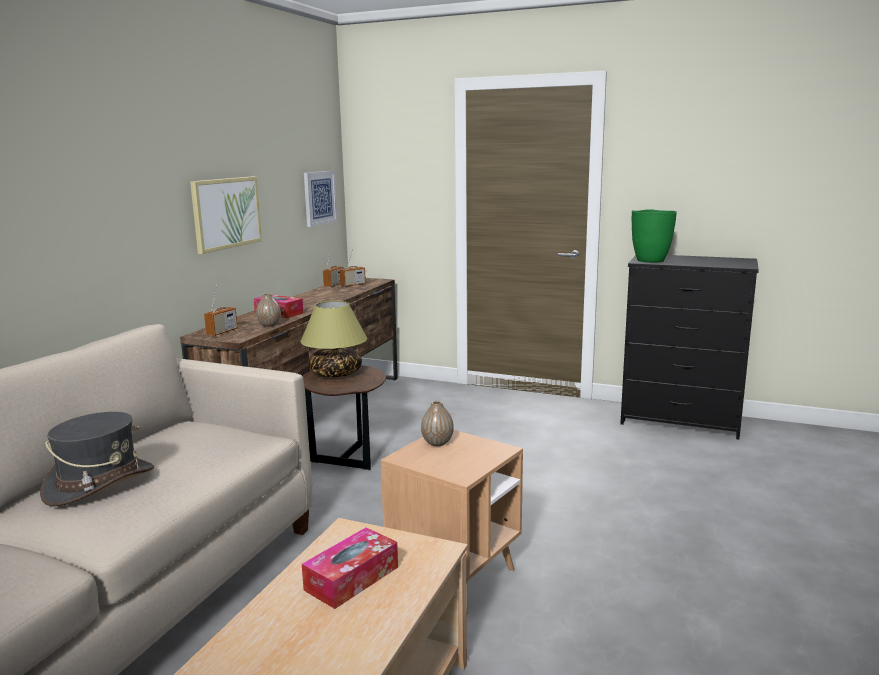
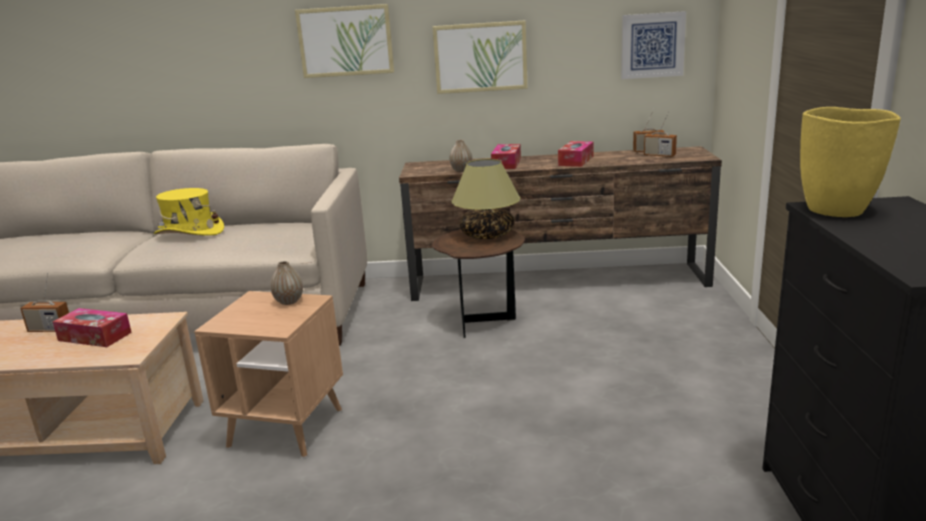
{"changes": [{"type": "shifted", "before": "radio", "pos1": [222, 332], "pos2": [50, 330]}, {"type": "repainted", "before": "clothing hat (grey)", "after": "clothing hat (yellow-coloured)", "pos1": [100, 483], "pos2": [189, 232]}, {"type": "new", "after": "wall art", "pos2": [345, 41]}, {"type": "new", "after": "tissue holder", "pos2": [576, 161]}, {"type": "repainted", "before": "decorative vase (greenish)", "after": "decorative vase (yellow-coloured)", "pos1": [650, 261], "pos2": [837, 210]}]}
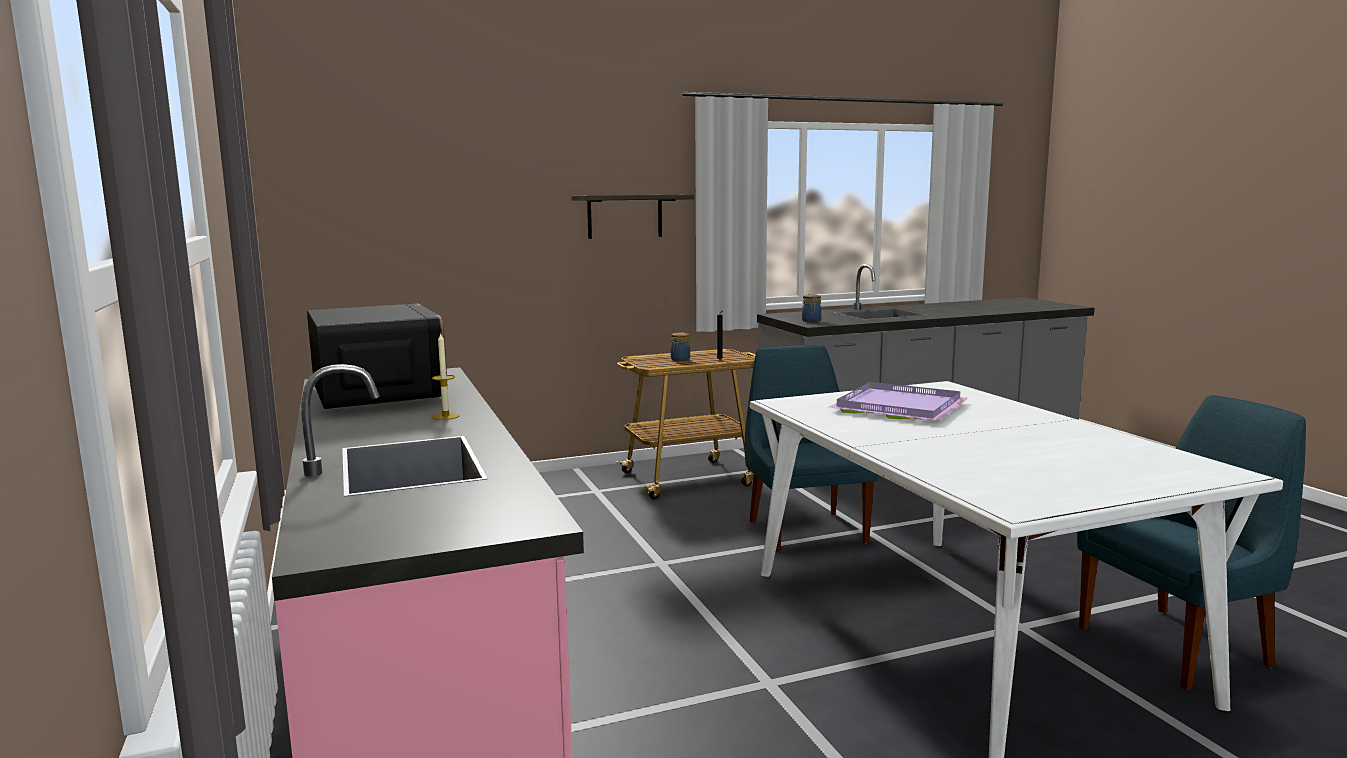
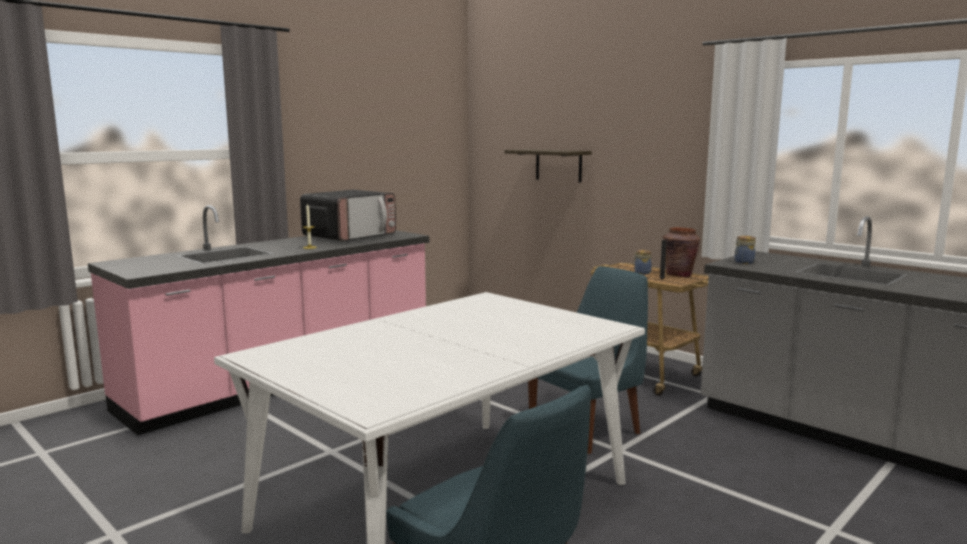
{"changes": [{"type": "shifted", "before": "bracket shelf", "pos1": [625, 216], "pos2": [558, 165]}, {"type": "new", "after": "decorative vase (brown)", "pos2": [679, 275]}, {"type": "gone", "before": "serving tray (purple)", "pos1": [901, 407]}]}
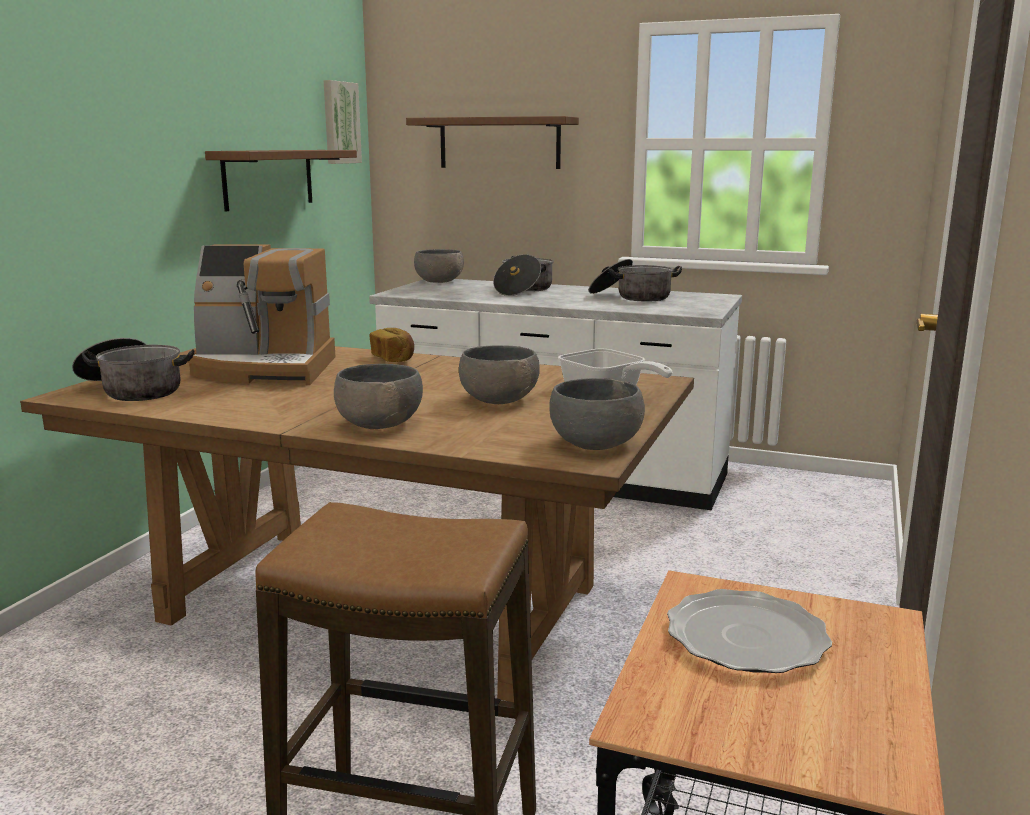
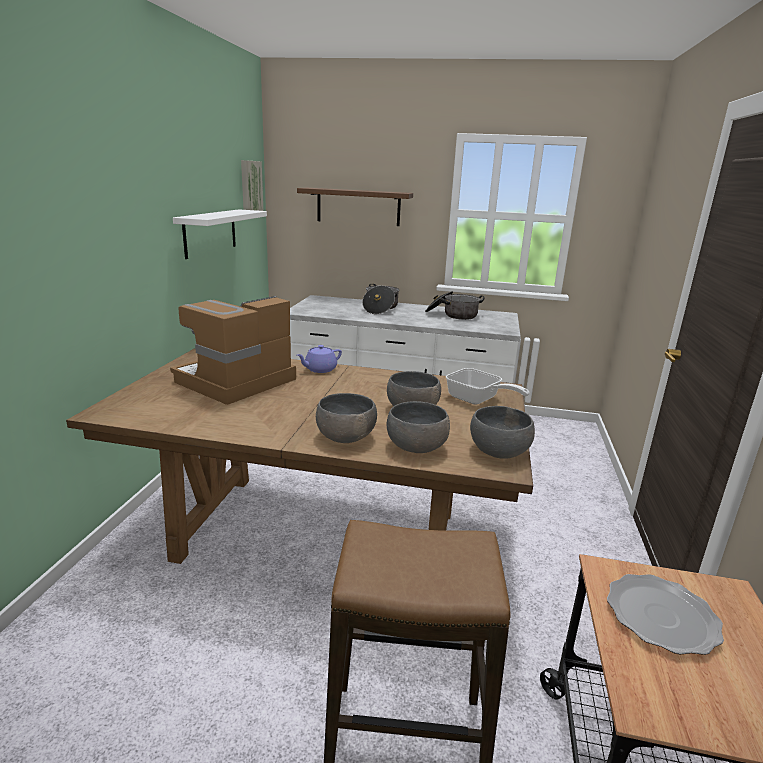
{"changes": [{"type": "rotated", "before": "coffee maker", "pos1": [264, 369], "pos2": [235, 381], "turn": 135}, {"type": "repainted", "before": "bracket shelf (brown)", "after": "bracket shelf (white)", "pos1": [268, 178], "pos2": [210, 232]}, {"type": "swapped", "before": "baked bread", "after": "teapot (purple)", "pos1": [393, 359], "pos2": [319, 369]}, {"type": "shifted", "before": "deep dish (grey)", "pos1": [439, 281], "pos2": [416, 446]}, {"type": "gone", "before": "stockpot", "pos1": [133, 390]}]}
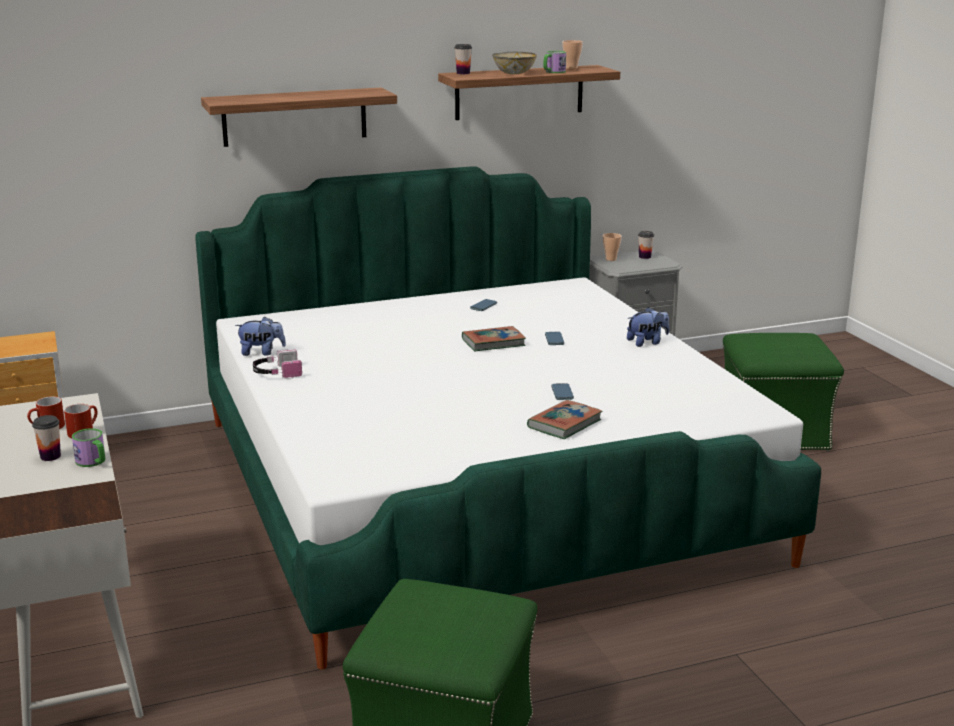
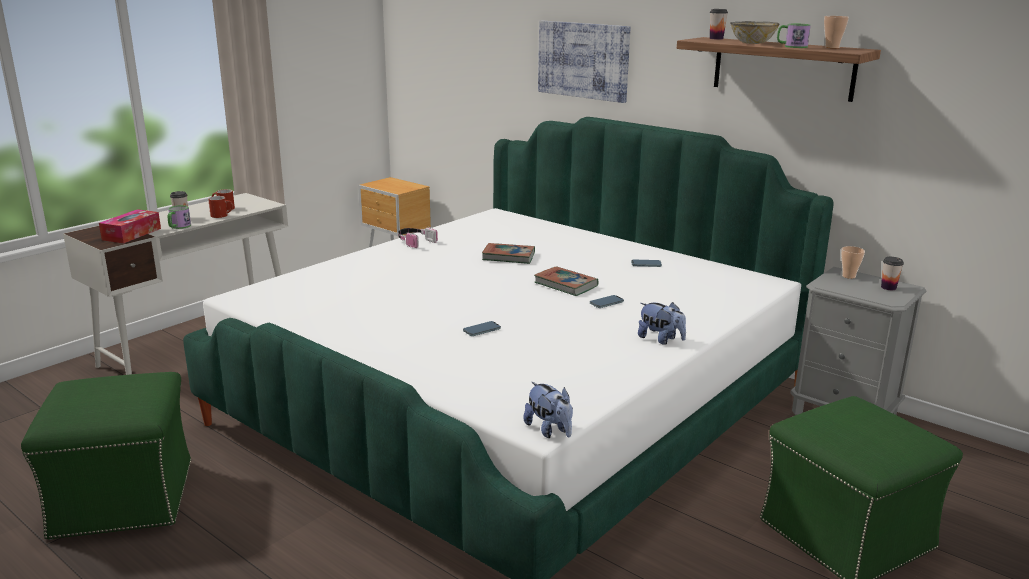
{"changes": [{"type": "new", "after": "tissue holder", "pos2": [132, 234]}, {"type": "shifted", "before": "bound book", "pos1": [564, 424], "pos2": [508, 257]}, {"type": "shifted", "before": "soft toy", "pos1": [261, 352], "pos2": [549, 430]}, {"type": "swapped", "before": "bracket shelf", "after": "wall art", "pos1": [294, 117], "pos2": [583, 60]}]}
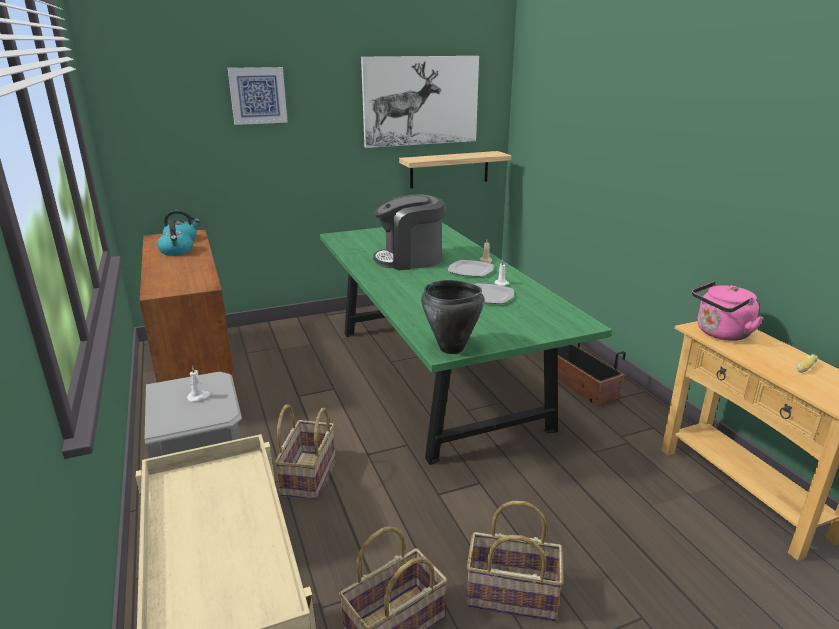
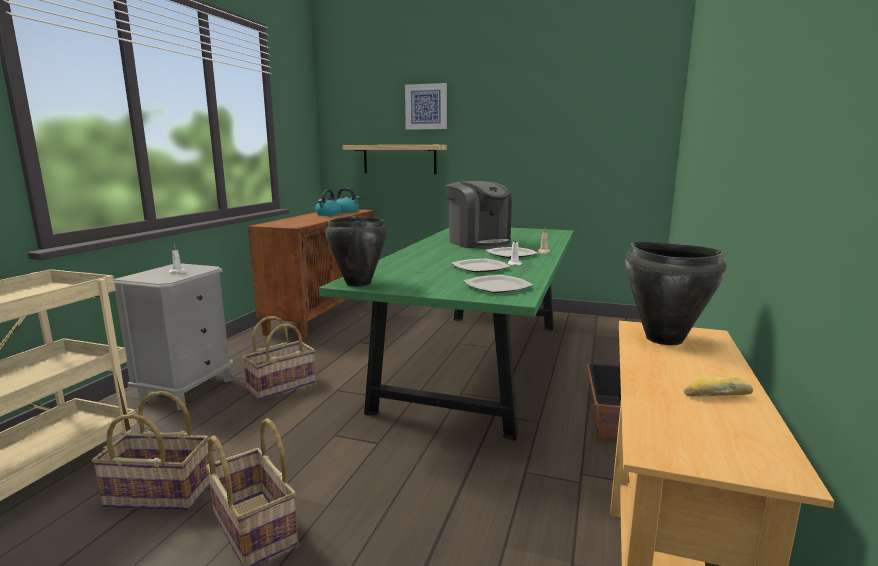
{"changes": [{"type": "shifted", "before": "bracket shelf", "pos1": [449, 169], "pos2": [399, 159]}, {"type": "rotated", "before": "coffee maker", "pos1": [410, 260], "pos2": [478, 243], "turn": -150}, {"type": "new", "after": "plate", "pos2": [498, 286]}, {"type": "swapped", "before": "kettle (pink)", "after": "stockpot (blackish)", "pos1": [720, 334], "pos2": [663, 339]}, {"type": "gone", "before": "wall art", "pos1": [421, 101]}]}
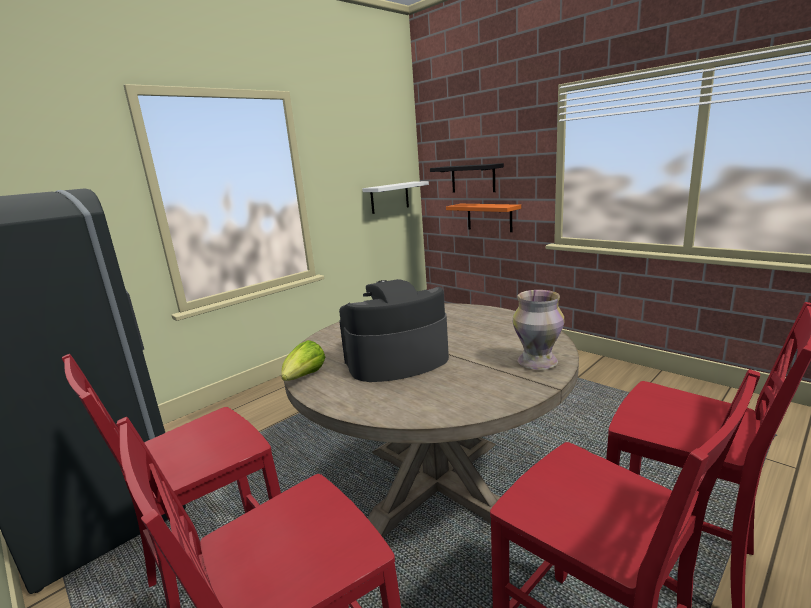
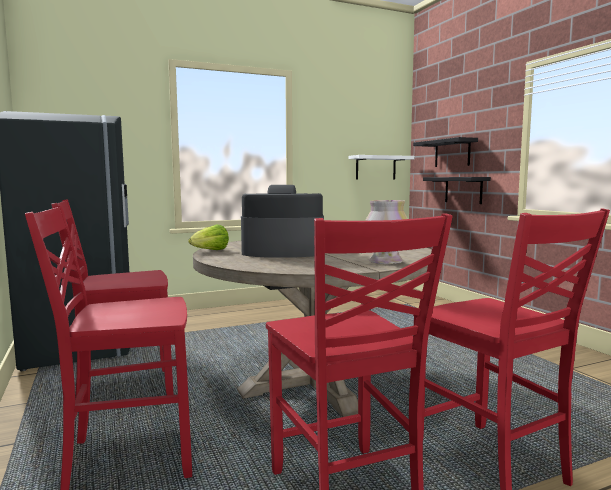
{"changes": [{"type": "repainted", "before": "bracket shelf (orange)", "after": "bracket shelf (blackish)", "pos1": [489, 217], "pos2": [463, 190]}]}
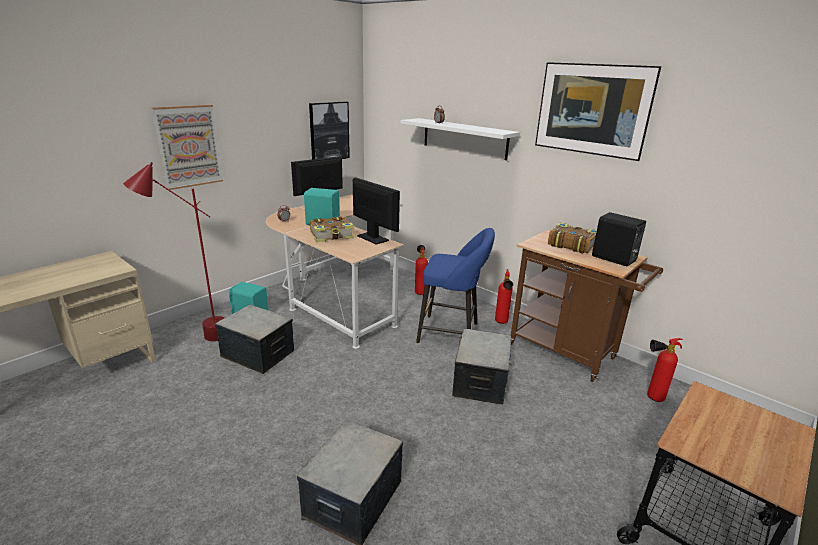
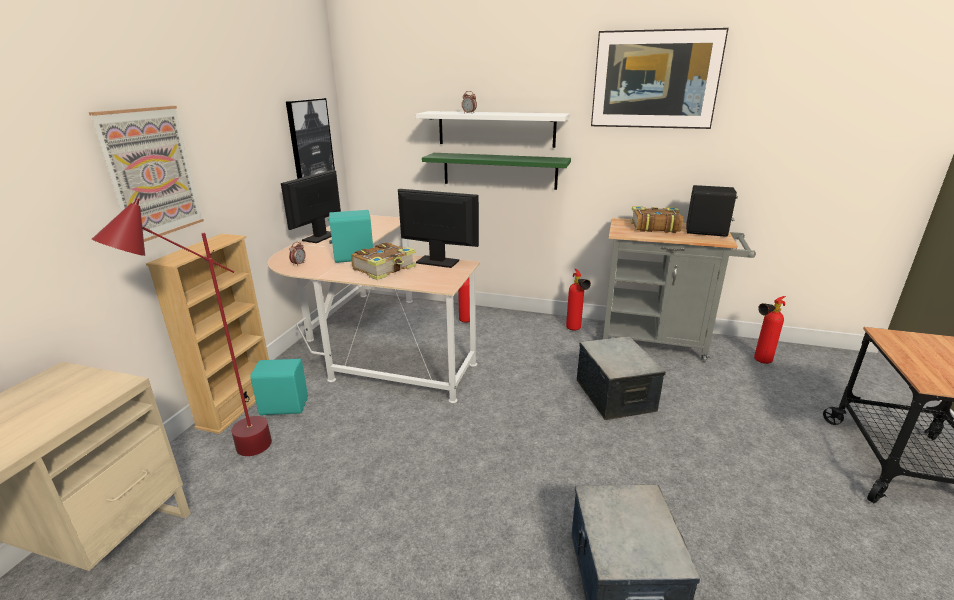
{"changes": [{"type": "new", "after": "bookcase (beige)", "pos2": [238, 405]}, {"type": "new", "after": "bracket shelf (greenish)", "pos2": [499, 170]}, {"type": "repainted", "before": "trolley (brown)", "after": "trolley (grey)", "pos1": [568, 353], "pos2": [659, 342]}, {"type": "gone", "before": "storage container", "pos1": [258, 353]}, {"type": "gone", "before": "stool seat (bluish)", "pos1": [452, 334]}]}
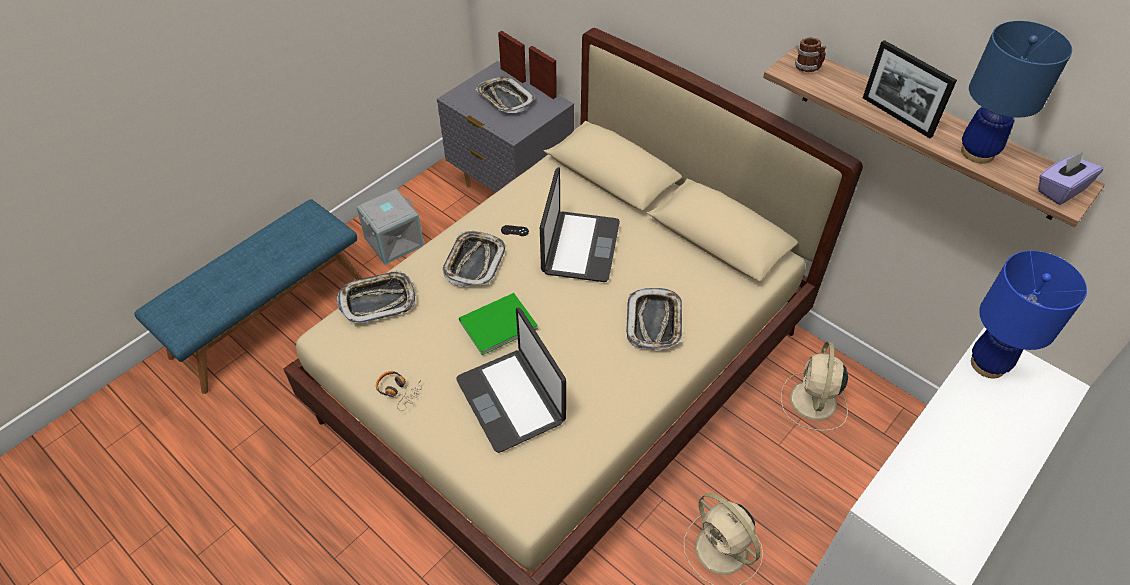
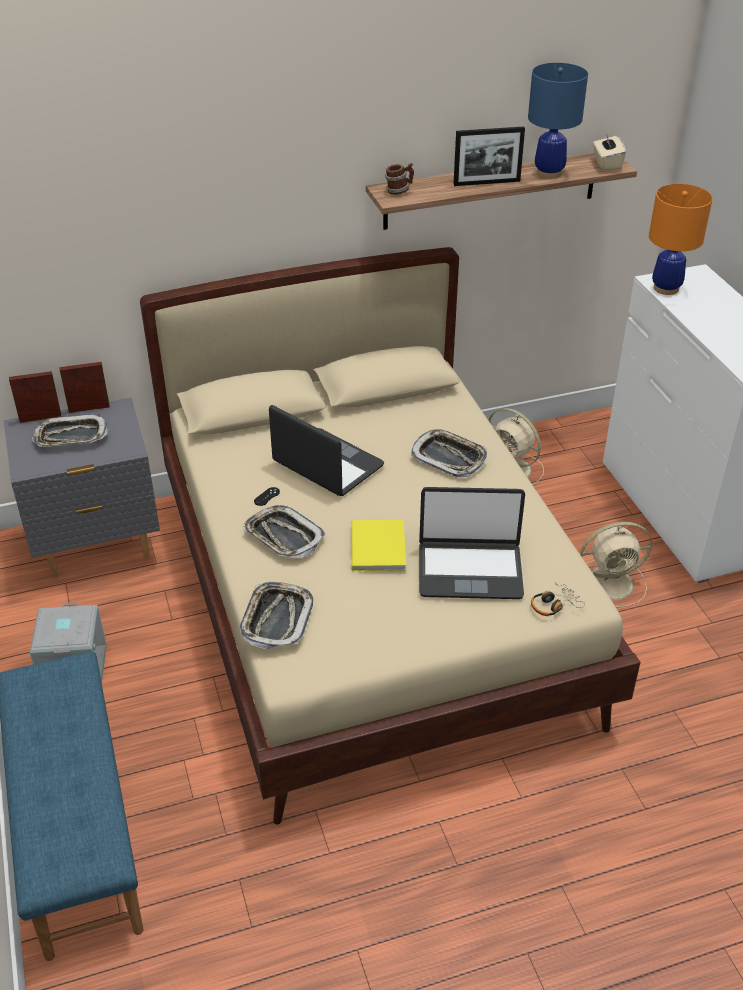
{"changes": [{"type": "repainted", "before": "bound book (greenish)", "after": "bound book (yellow-coloured)", "pos1": [495, 324], "pos2": [376, 549]}, {"type": "shifted", "before": "pair of headphones", "pos1": [398, 391], "pos2": [554, 605]}, {"type": "repainted", "before": "tissue holder (purple)", "after": "tissue holder (beige)", "pos1": [1060, 190], "pos2": [606, 164]}, {"type": "repainted", "before": "table lamp (bluish)", "after": "table lamp (orange)", "pos1": [988, 364], "pos2": [666, 288]}]}
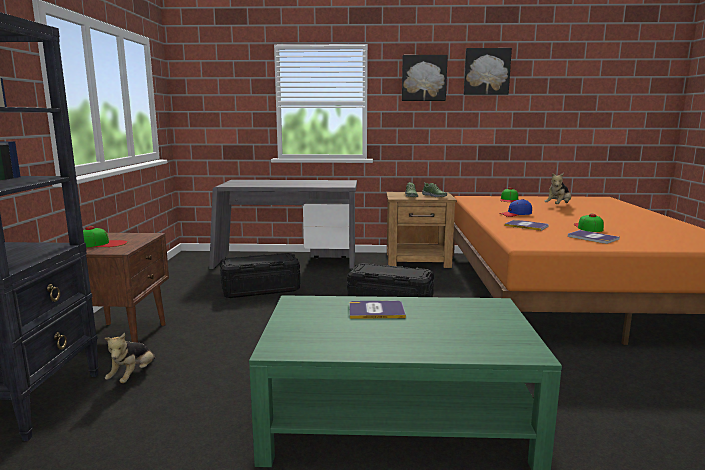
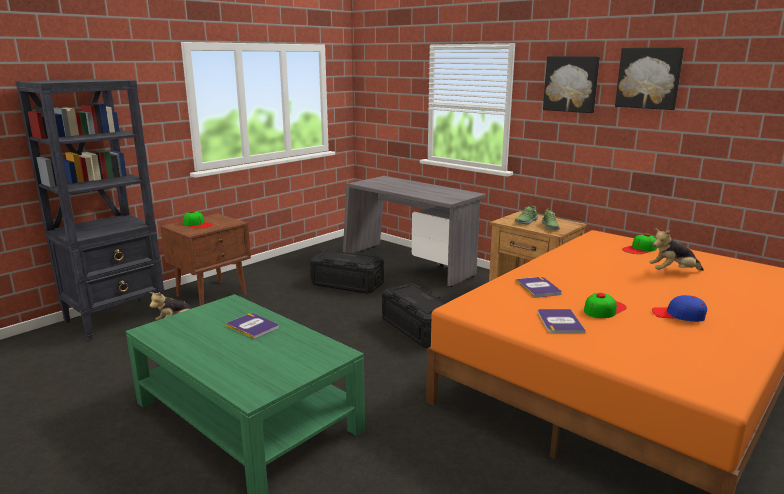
{"changes": [{"type": "shifted", "before": "baseball cap (bluish)", "pos1": [516, 214], "pos2": [678, 315]}]}
